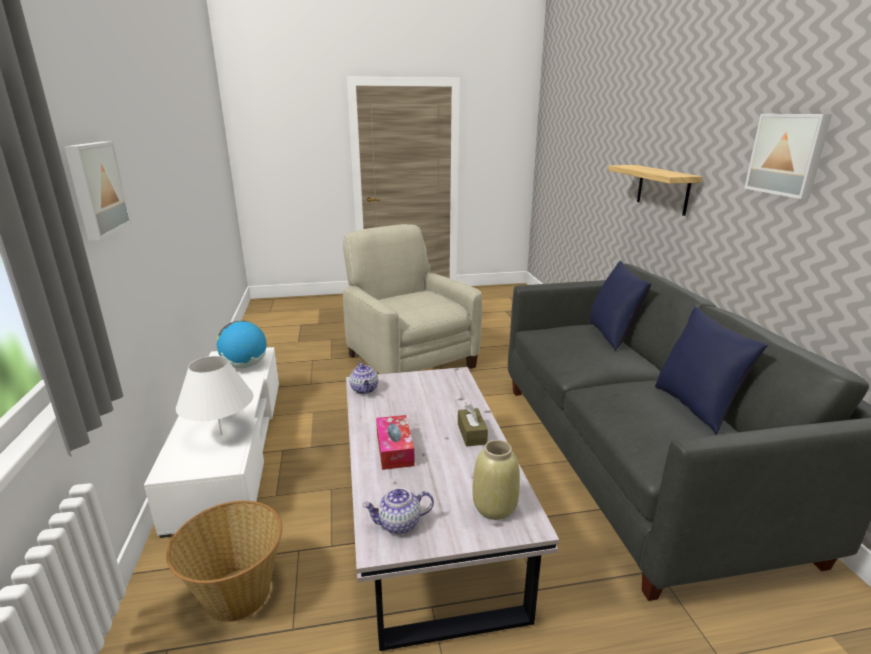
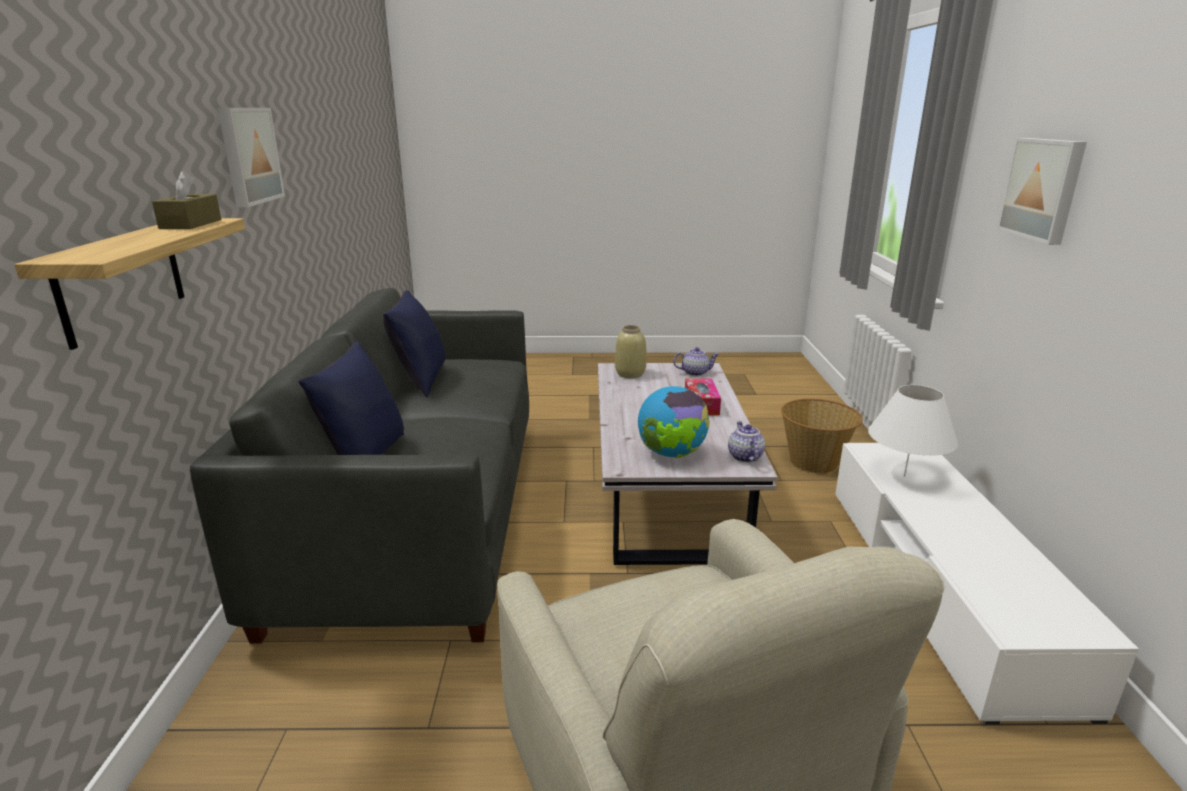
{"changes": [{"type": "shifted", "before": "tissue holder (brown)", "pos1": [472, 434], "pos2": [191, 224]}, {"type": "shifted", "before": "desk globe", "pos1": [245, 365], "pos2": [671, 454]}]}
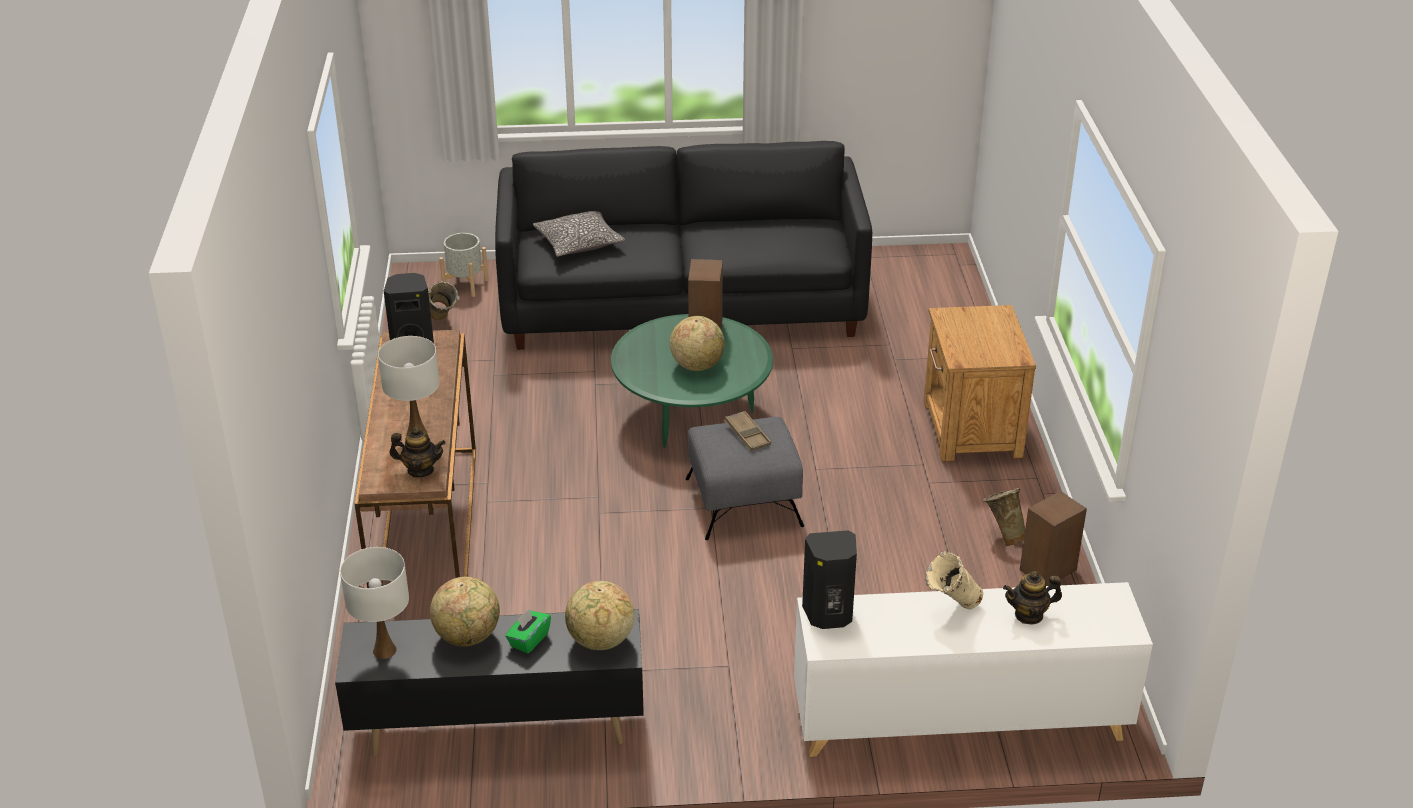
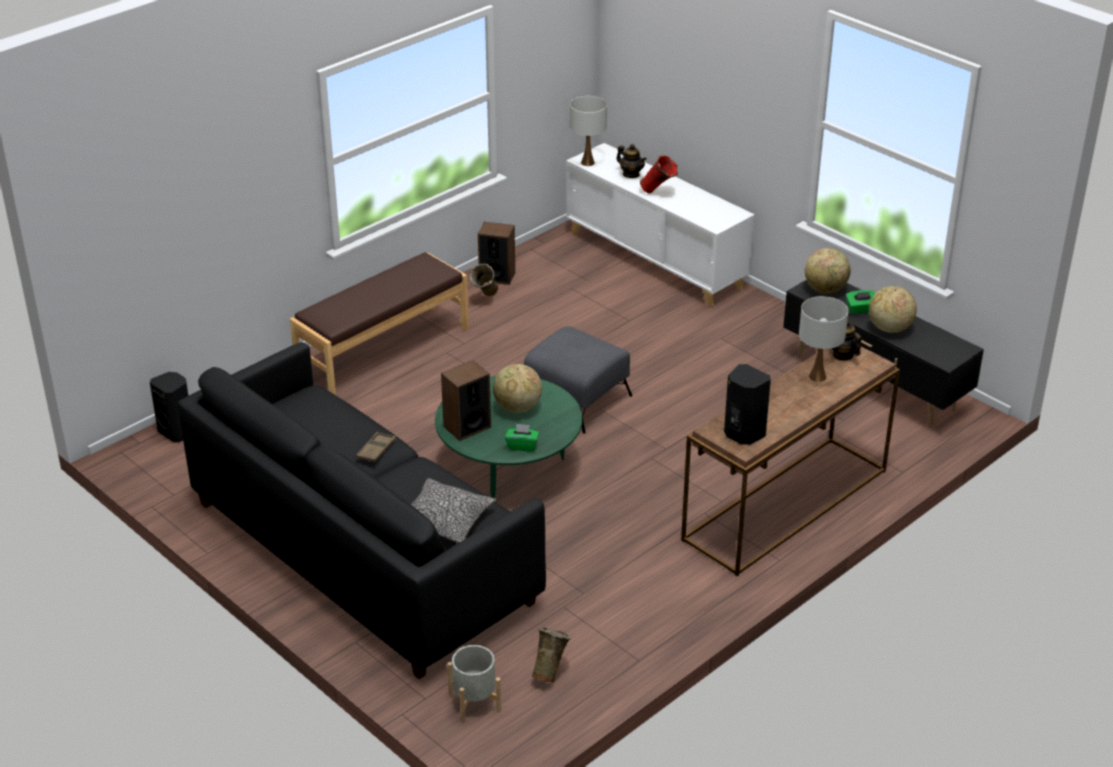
{"changes": [{"type": "shifted", "before": "loudspeaker (blackish)", "pos1": [828, 615], "pos2": [177, 432]}, {"type": "swapped", "before": "night table (brown)", "after": "long seat (brown)", "pos1": [971, 429], "pos2": [383, 350]}, {"type": "shifted", "before": "serving tray (brown)", "pos1": [747, 434], "pos2": [376, 450]}, {"type": "new", "after": "tissue holder (greenish)", "pos2": [522, 446]}, {"type": "shifted", "before": "table lamp (white)", "pos1": [384, 650], "pos2": [587, 162]}, {"type": "repainted", "before": "decorative vase (beige)", "after": "decorative vase (reddish)", "pos1": [951, 609], "pos2": [659, 193]}]}
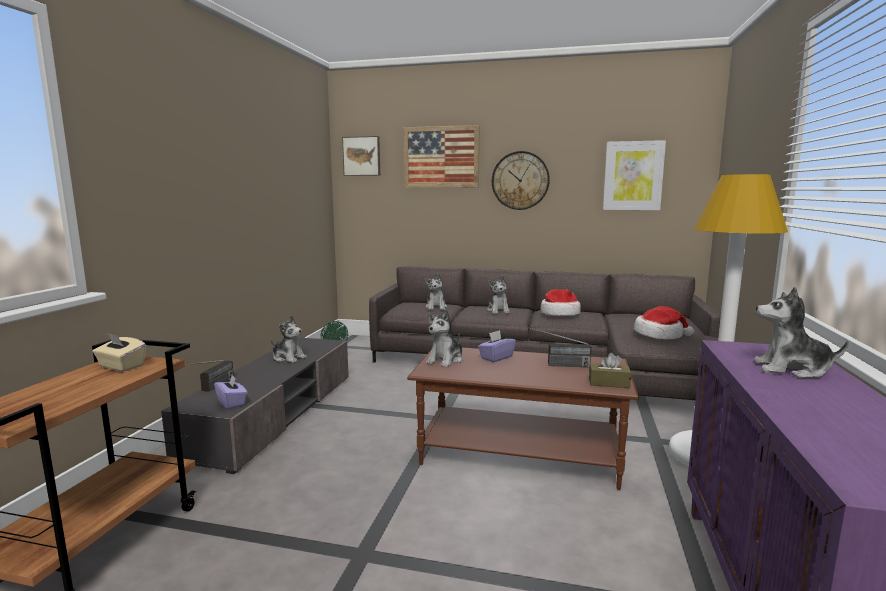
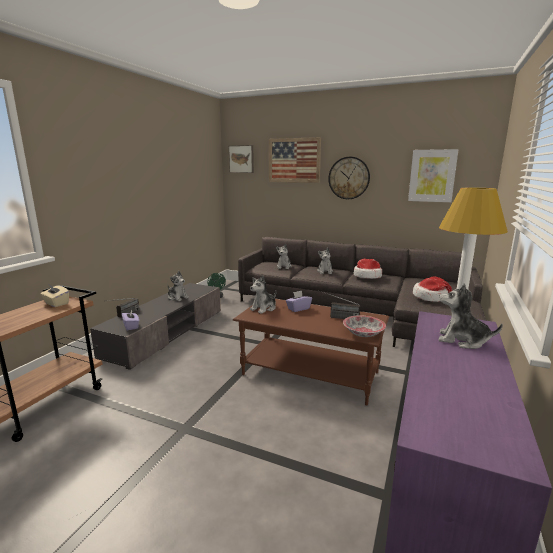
{"changes": [{"type": "swapped", "before": "tissue holder (brown)", "after": "deep dish", "pos1": [609, 383], "pos2": [363, 333]}]}
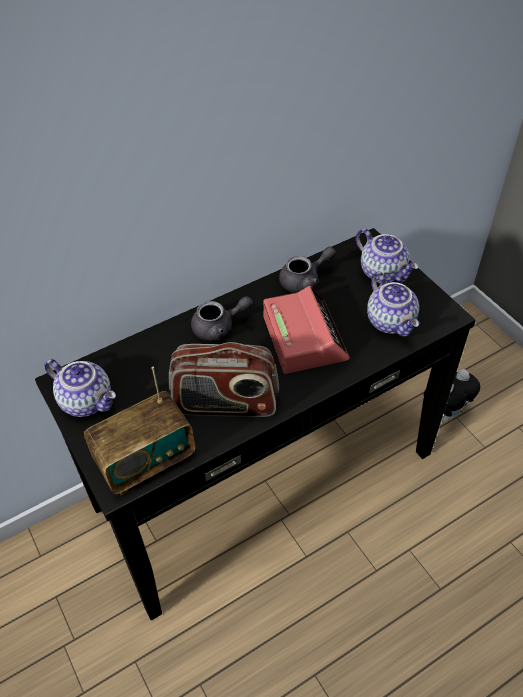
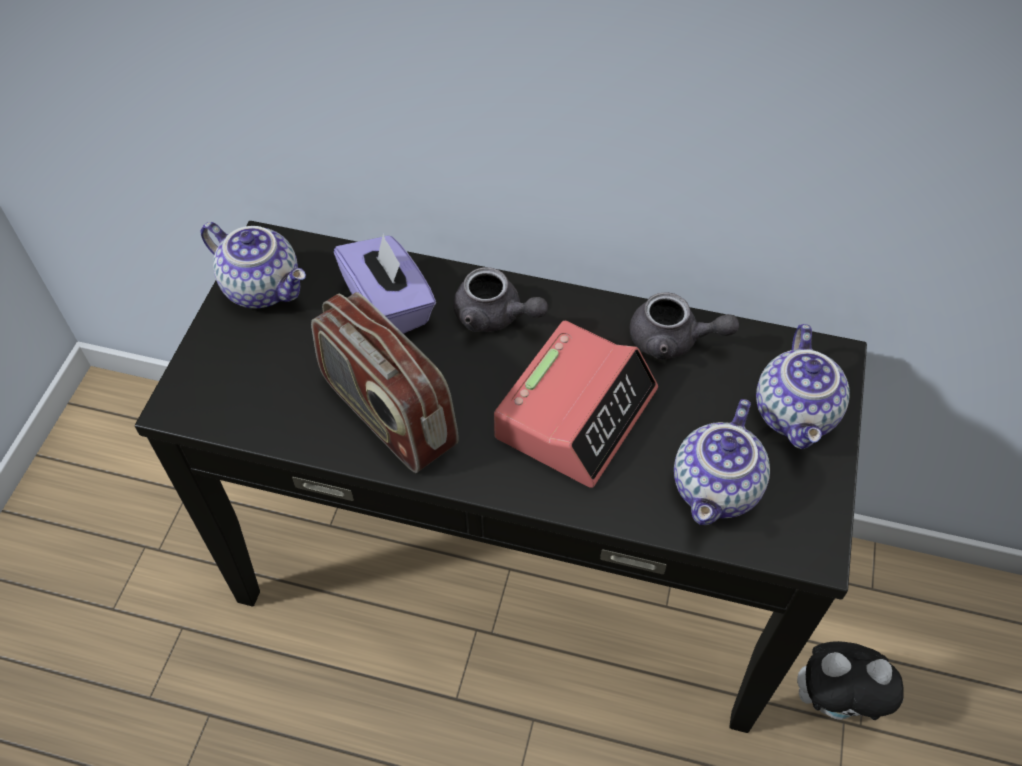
{"changes": [{"type": "rotated", "before": "teapot", "pos1": [88, 400], "pos2": [264, 287], "turn": -45}, {"type": "new", "after": "tissue holder (purple)", "pos2": [389, 306]}, {"type": "gone", "before": "radio", "pos1": [146, 461]}]}
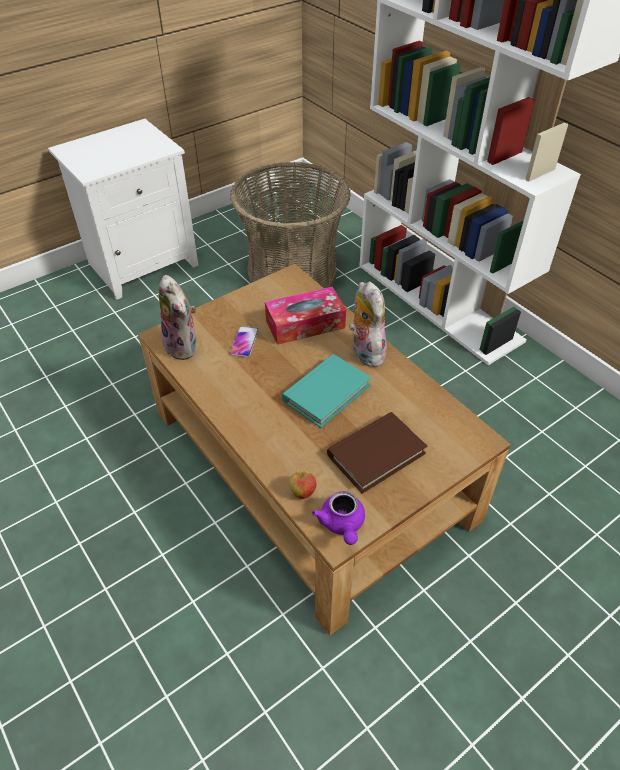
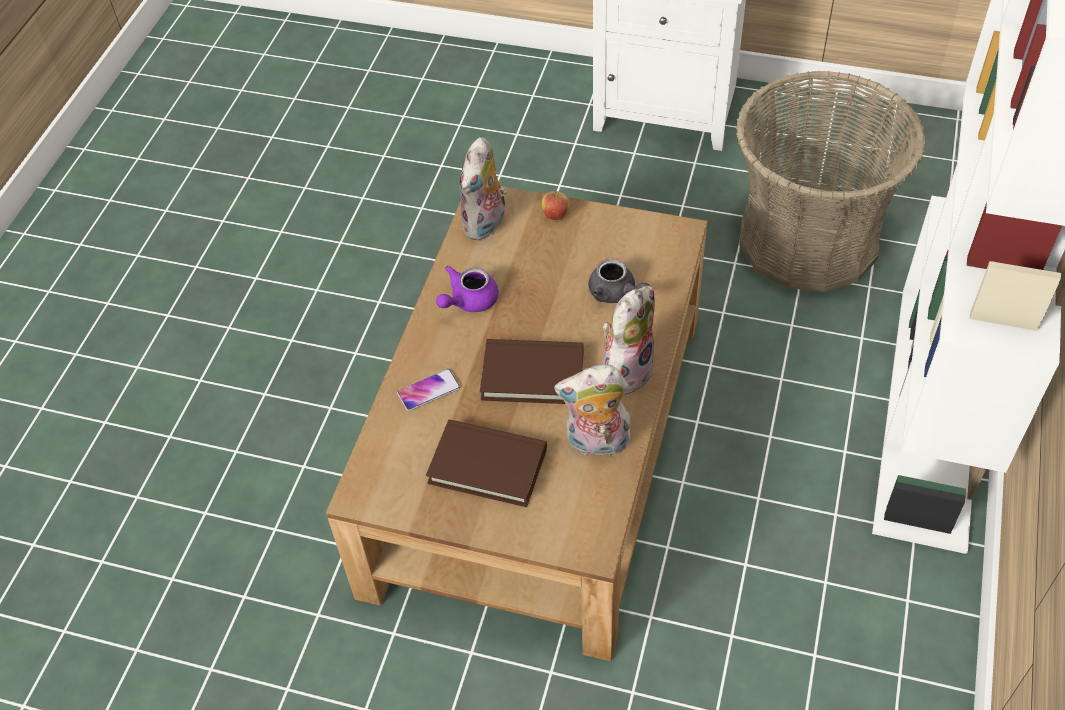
{"changes": [{"type": "shifted", "before": "handset", "pos1": [244, 342], "pos2": [428, 390]}, {"type": "shifted", "before": "teapot (purple)", "pos1": [342, 525], "pos2": [468, 301]}, {"type": "repainted", "before": "bound book (blue-green)", "after": "bound book (brown)", "pos1": [326, 393], "pos2": [532, 375]}, {"type": "shifted", "before": "apple fruit", "pos1": [302, 492], "pos2": [555, 215]}, {"type": "new", "after": "soft toy", "pos2": [596, 443]}, {"type": "swapped", "before": "tissue holder", "after": "teapot (grey)", "pos1": [305, 324], "pos2": [616, 294]}]}
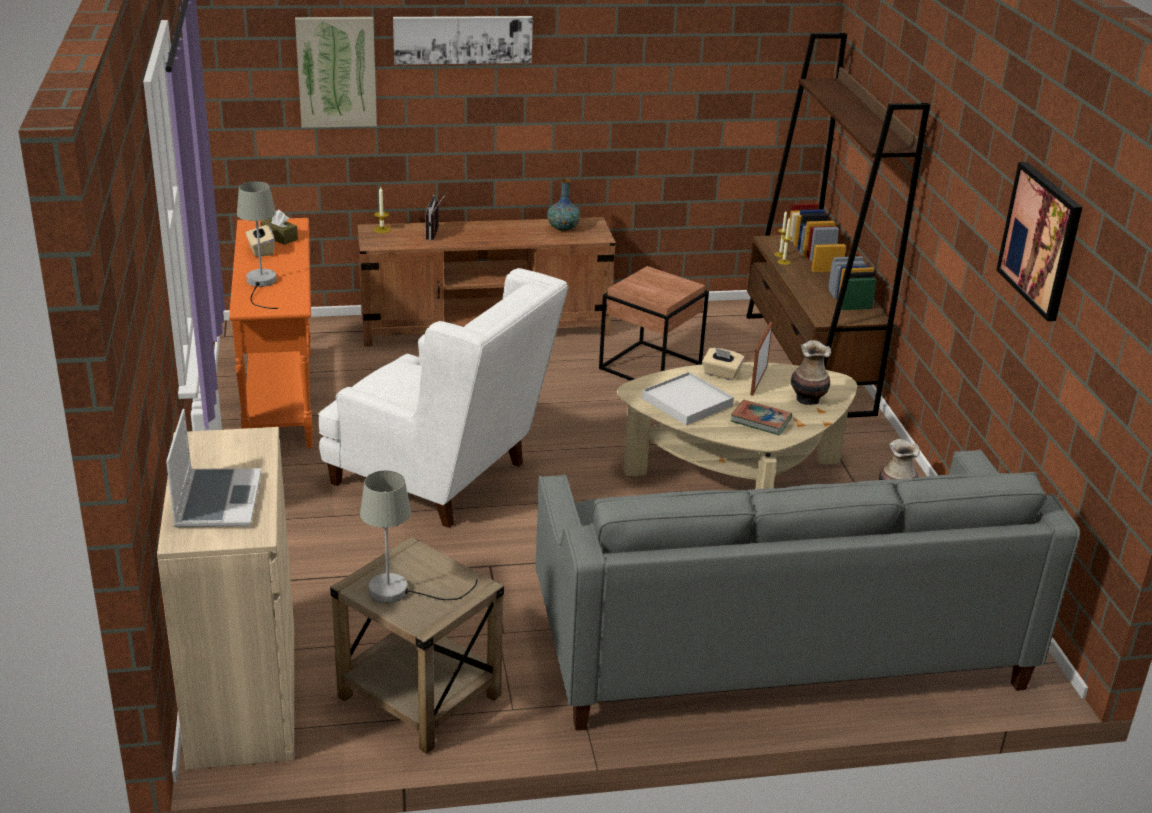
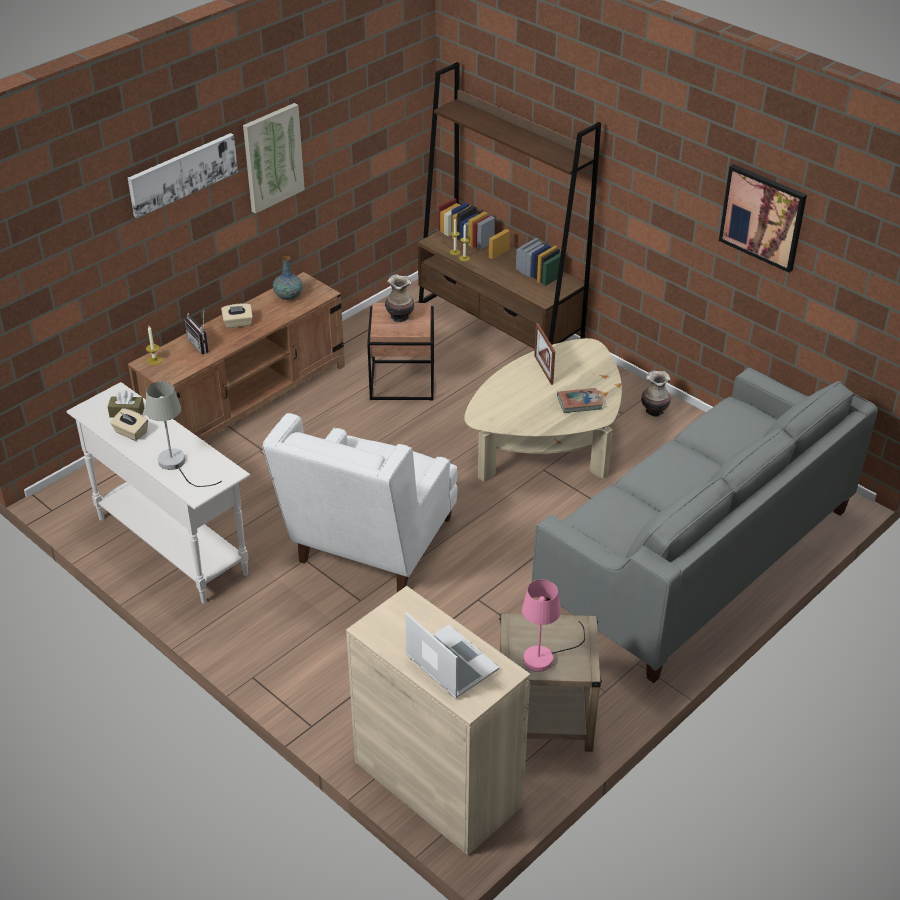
{"changes": [{"type": "repainted", "before": "hall table (orange)", "after": "hall table (white)", "pos1": [280, 400], "pos2": [172, 545]}, {"type": "shifted", "before": "tissue holder (beige)", "pos1": [721, 374], "pos2": [238, 323]}, {"type": "shifted", "before": "wall art", "pos1": [336, 72], "pos2": [272, 157]}, {"type": "rotated", "before": "lounge chair (white)", "pos1": [442, 478], "pos2": [370, 549], "turn": 120}, {"type": "shifted", "before": "decorative vase", "pos1": [808, 399], "pos2": [399, 317]}, {"type": "repainted", "before": "table lamp (grey)", "after": "table lamp (pink)", "pos1": [401, 591], "pos2": [546, 656]}, {"type": "gone", "before": "serving tray (white)", "pos1": [687, 402]}]}
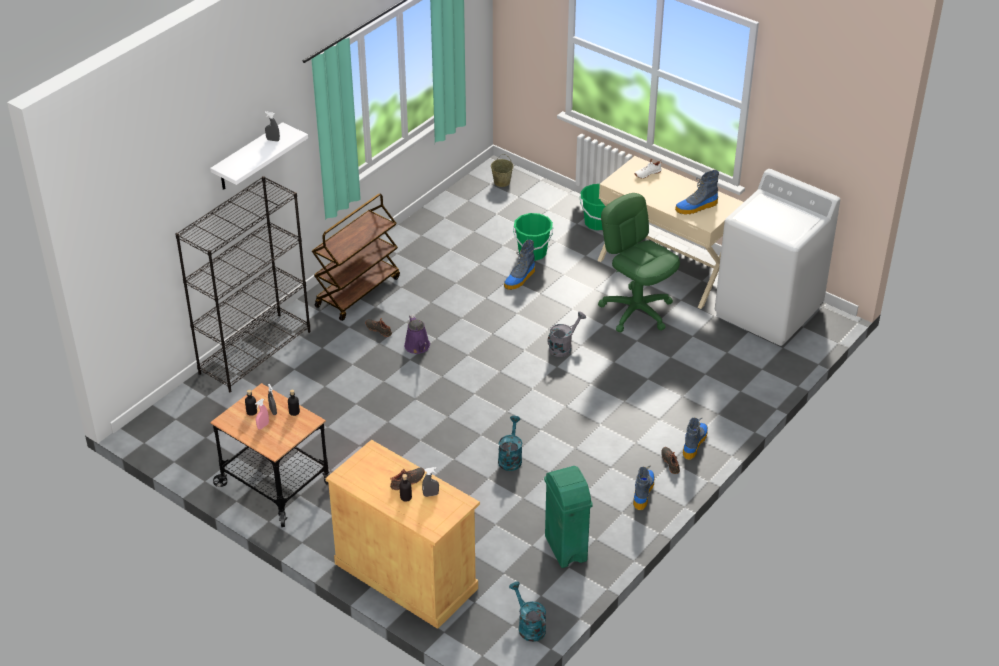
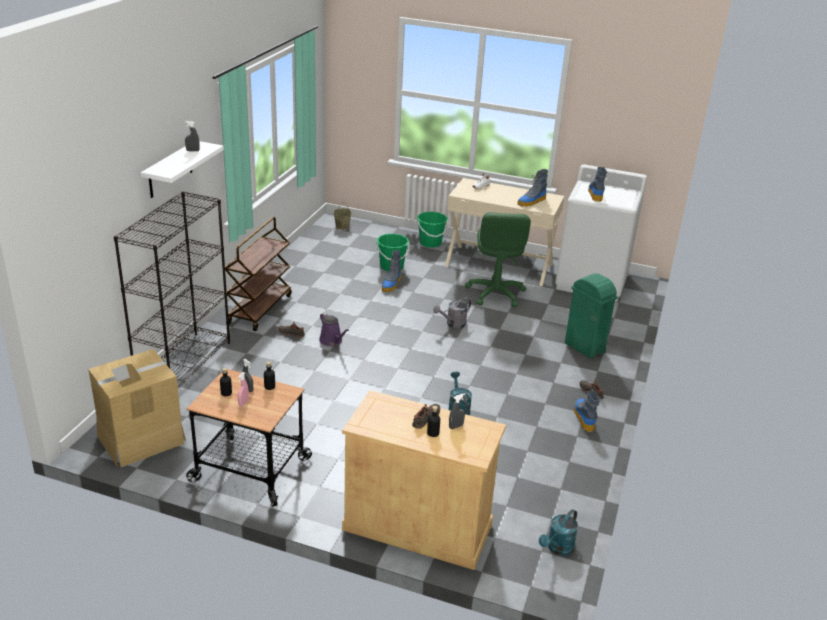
{"changes": [{"type": "new", "after": "packing box", "pos2": [141, 439]}, {"type": "rotated", "before": "sprinkling can (grey)", "pos1": [563, 346], "pos2": [453, 324], "turn": -150}, {"type": "rotated", "before": "desk chair (greenish)", "pos1": [636, 311], "pos2": [495, 293], "turn": -120}, {"type": "rotated", "before": "sprinkling can (blue-green)", "pos1": [528, 626], "pos2": [557, 548], "turn": -90}, {"type": "shifted", "before": "trash can (greenish)", "pos1": [565, 549], "pos2": [584, 348]}, {"type": "shifted", "before": "boot", "pos1": [694, 443], "pos2": [595, 194]}]}
